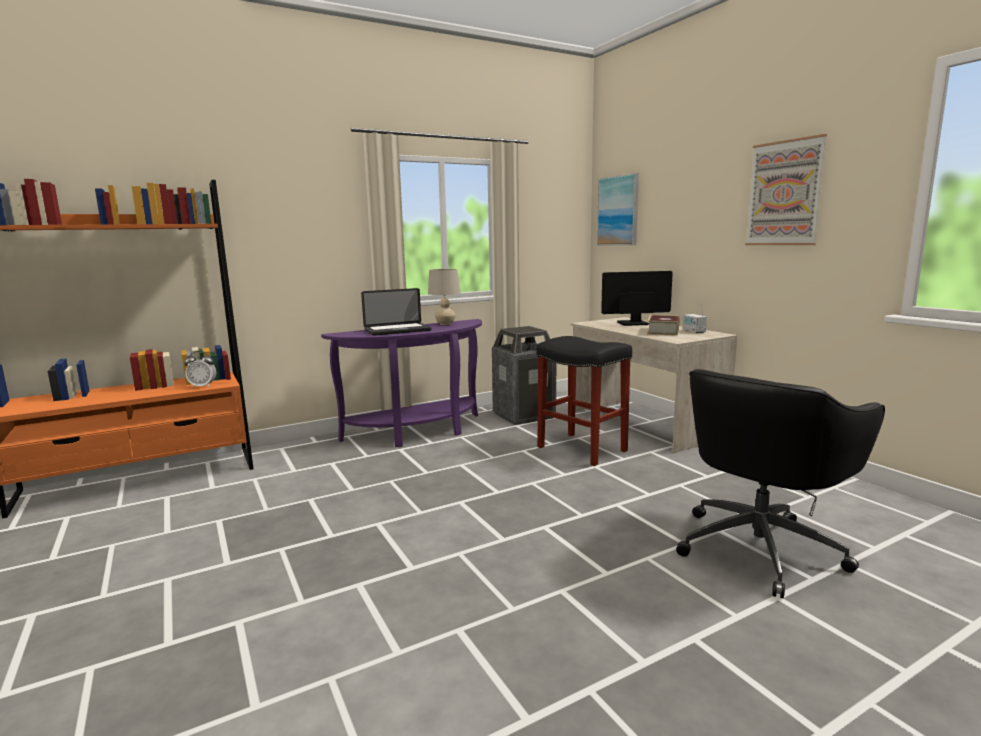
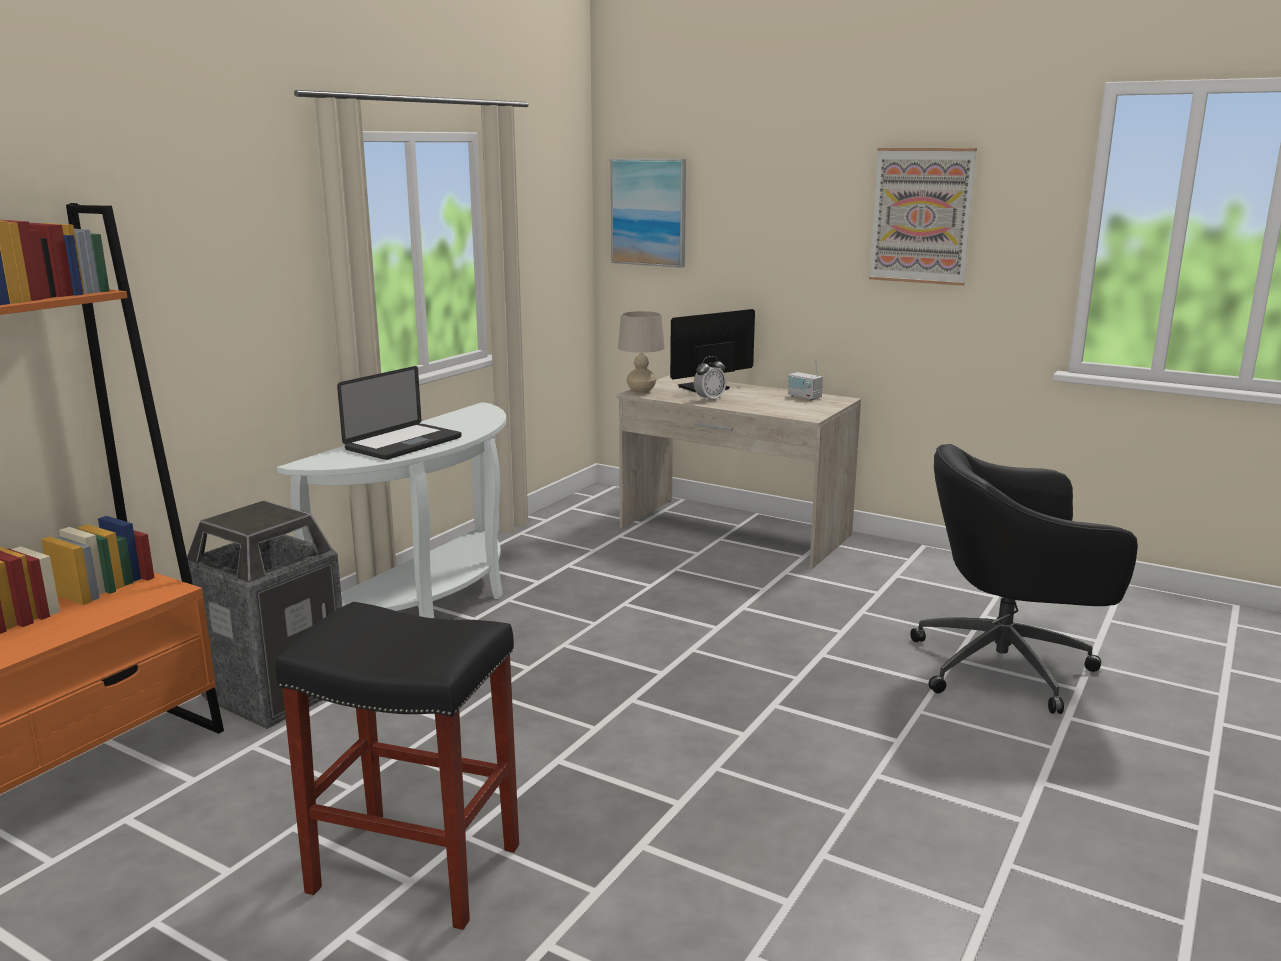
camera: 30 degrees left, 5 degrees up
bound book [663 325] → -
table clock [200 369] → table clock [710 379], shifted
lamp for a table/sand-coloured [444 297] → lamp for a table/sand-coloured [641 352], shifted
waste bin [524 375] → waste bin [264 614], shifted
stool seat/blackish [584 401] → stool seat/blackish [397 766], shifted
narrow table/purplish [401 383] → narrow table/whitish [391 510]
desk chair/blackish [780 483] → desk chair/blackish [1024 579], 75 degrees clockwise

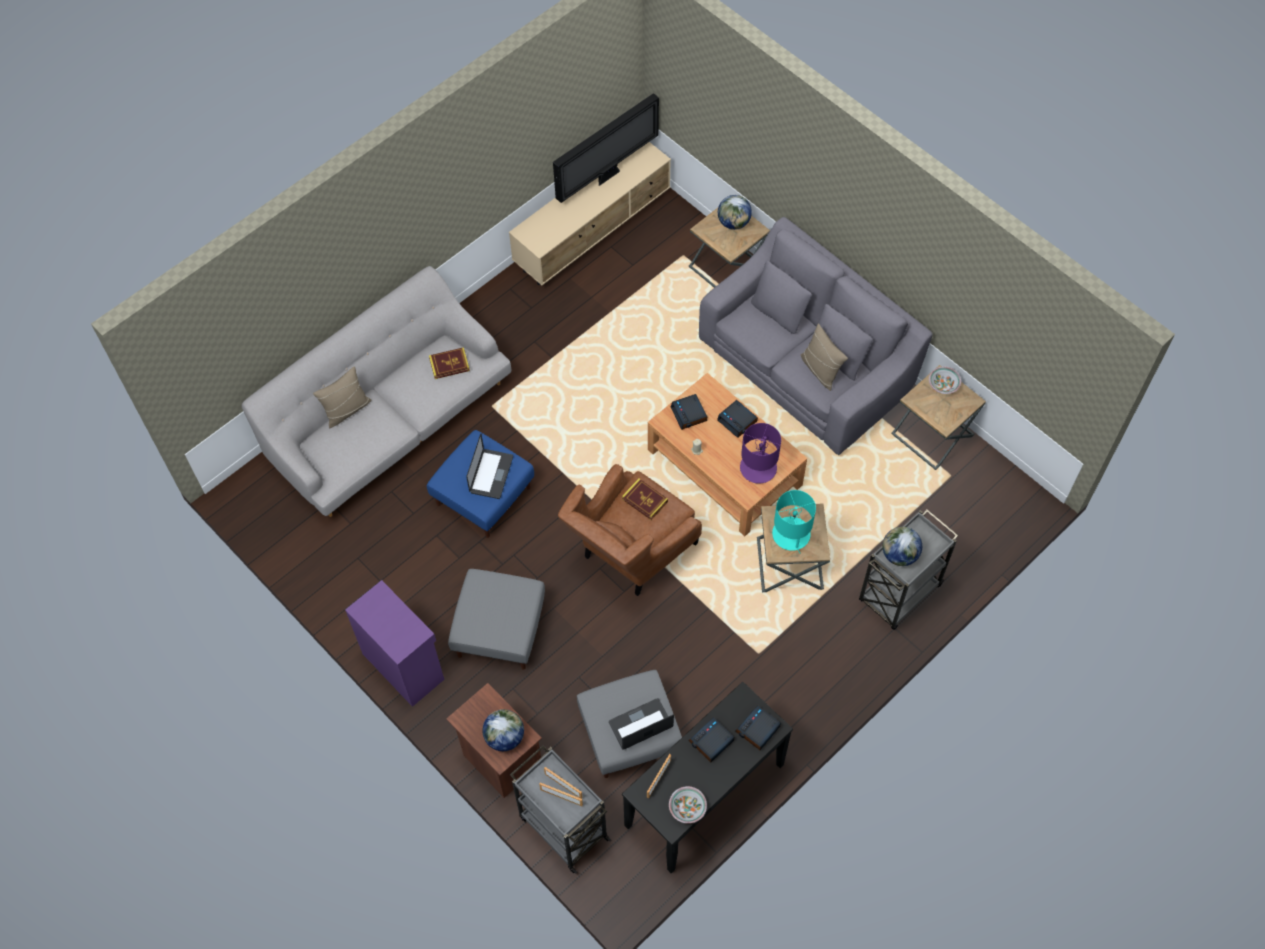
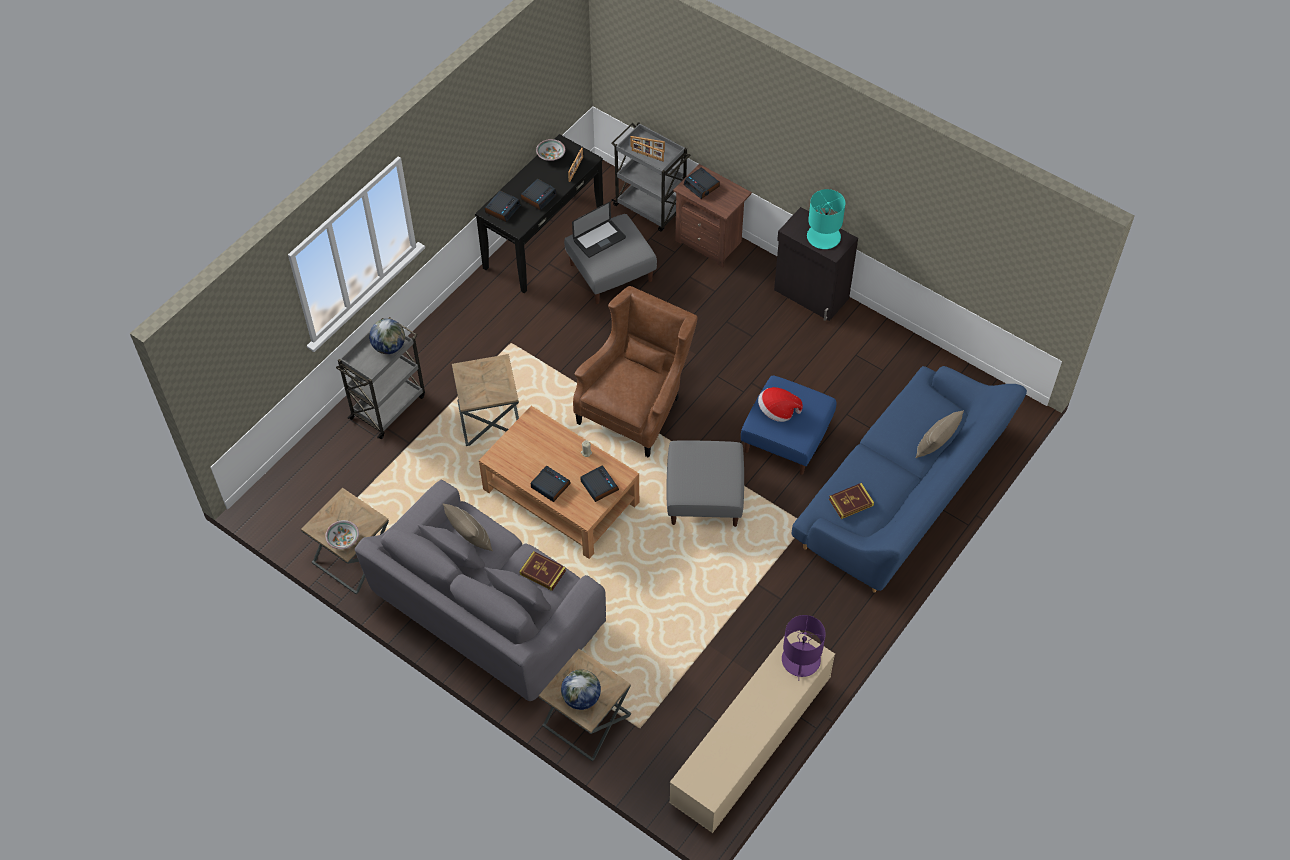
camera: 170 degrees right, 5 degrees down
television [606 148] → -
footrest/greyish [496 619] → footrest/greyish [705 483], shifted
bound book [645 499] → bound book [542 571], shifted
lamp for a table/purplish [760 453] → lamp for a table/purplish [804 648], shifted
lamp for a table/blue-green [794 522] → lamp for a table/blue-green [826 219], shifted
laptop [489 466] → hat [780 404]
globe [503 730] → table clock [702 183]
couch/greyish [377 391] → couch/bluish [909 479]
storage cabinet/purplish [395 643] → storage cabinet/blackish [816 264]

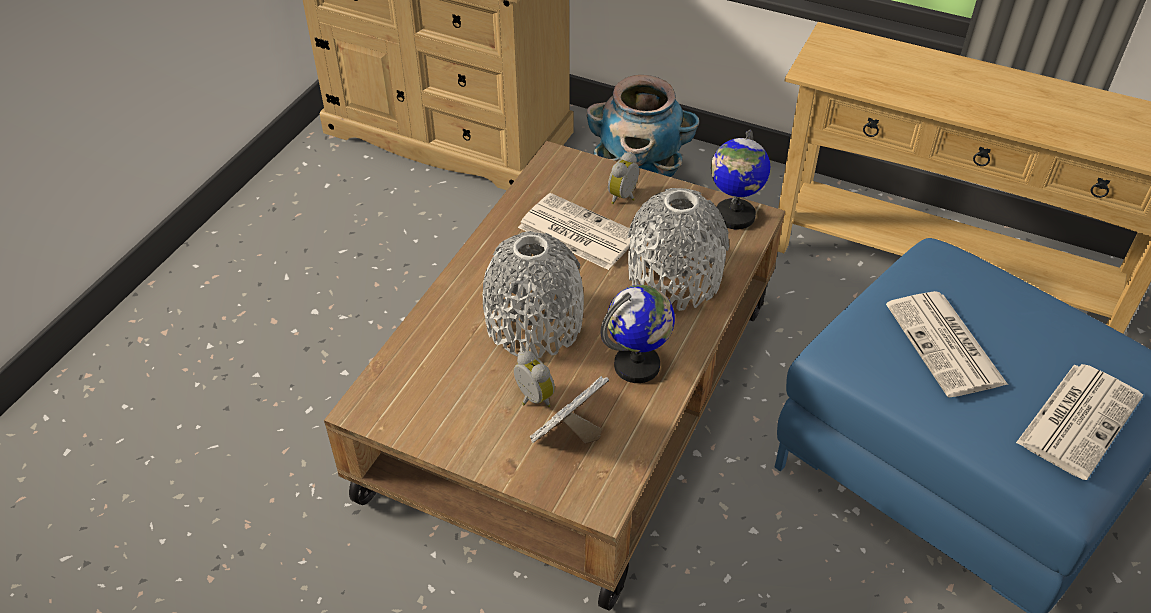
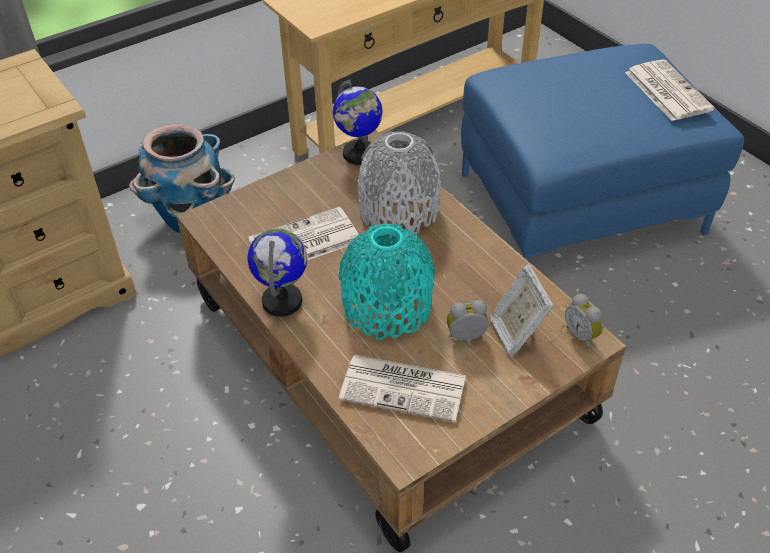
camera: 60 degrees left, 0 degrees up
globe [638 334] → globe [277 272], shifted
table clock [623 178] → table clock [584 321], shifted
daily paper [947 344] → daily paper [402 388], shifted
vase/greyish [533 294] → vase/blue-green [386 282]

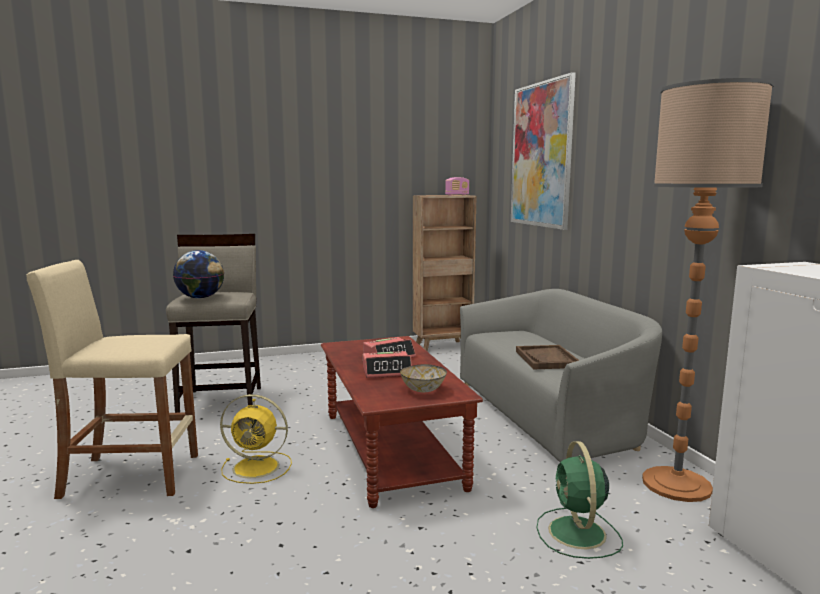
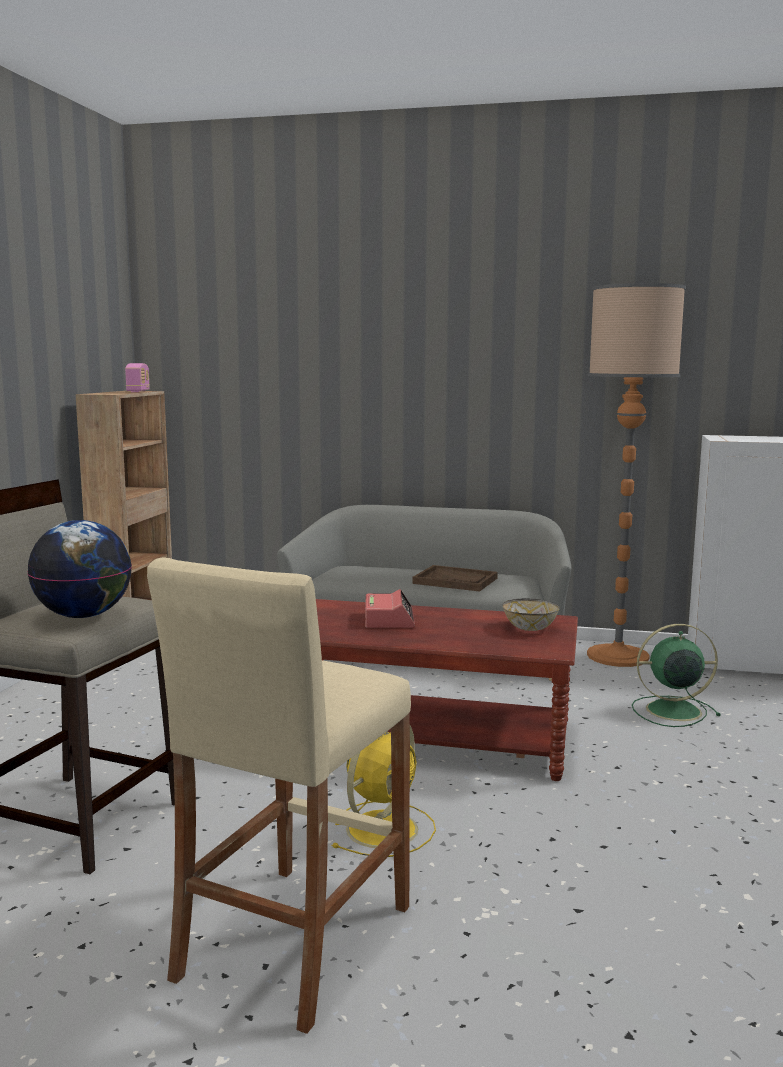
camera: 60 degrees left, 0 degrees up
table clock [387 364] → -
wall picture [543 151] → -
electric fan/green-coloured [579 500] → electric fan/green-coloured [676 675], 150 degrees clockwise

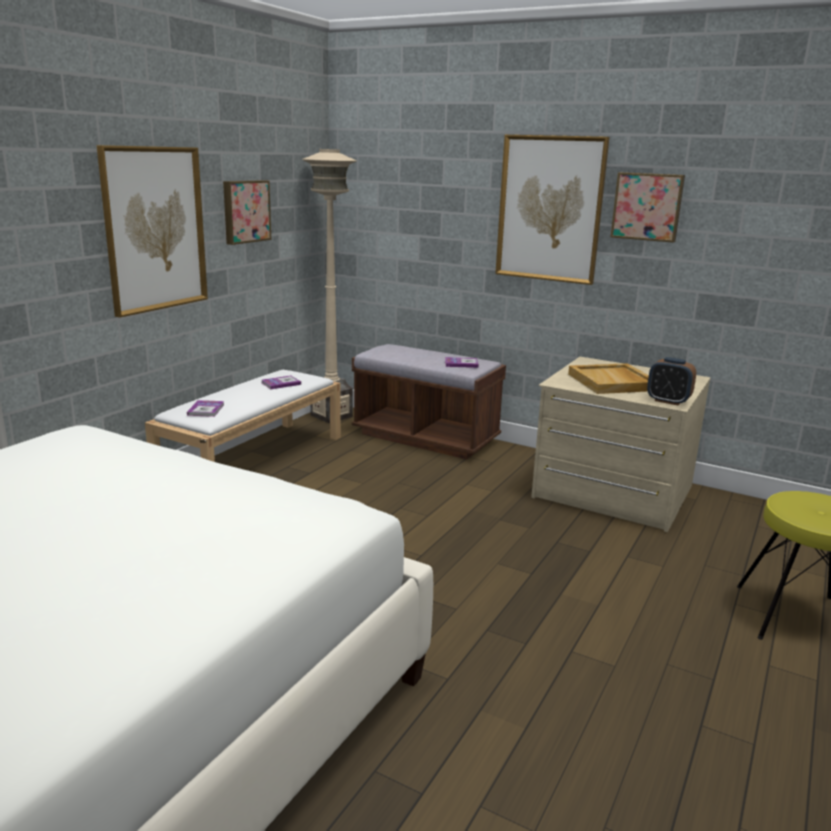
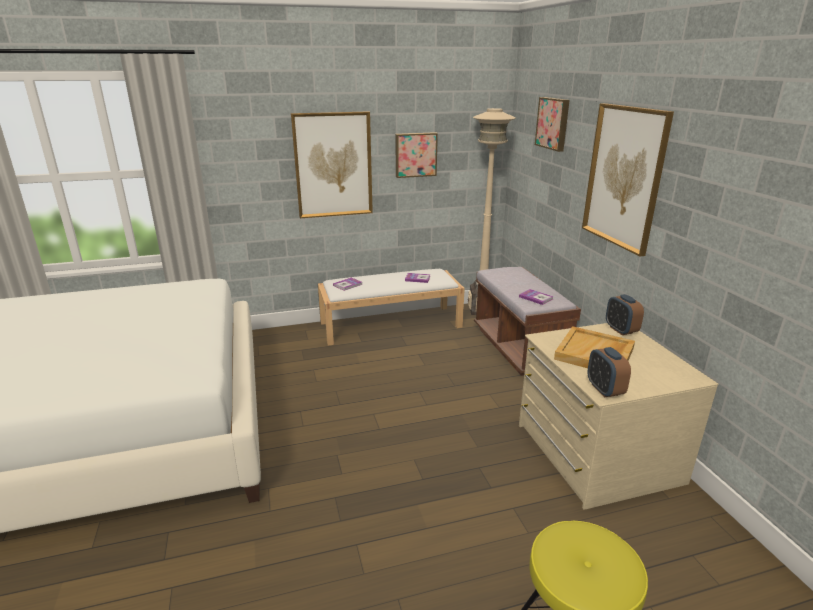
camera: 45 degrees right, 5 degrees up
- → table clock [625 314]
wall picture [647 207] → wall picture [552 124], shifted

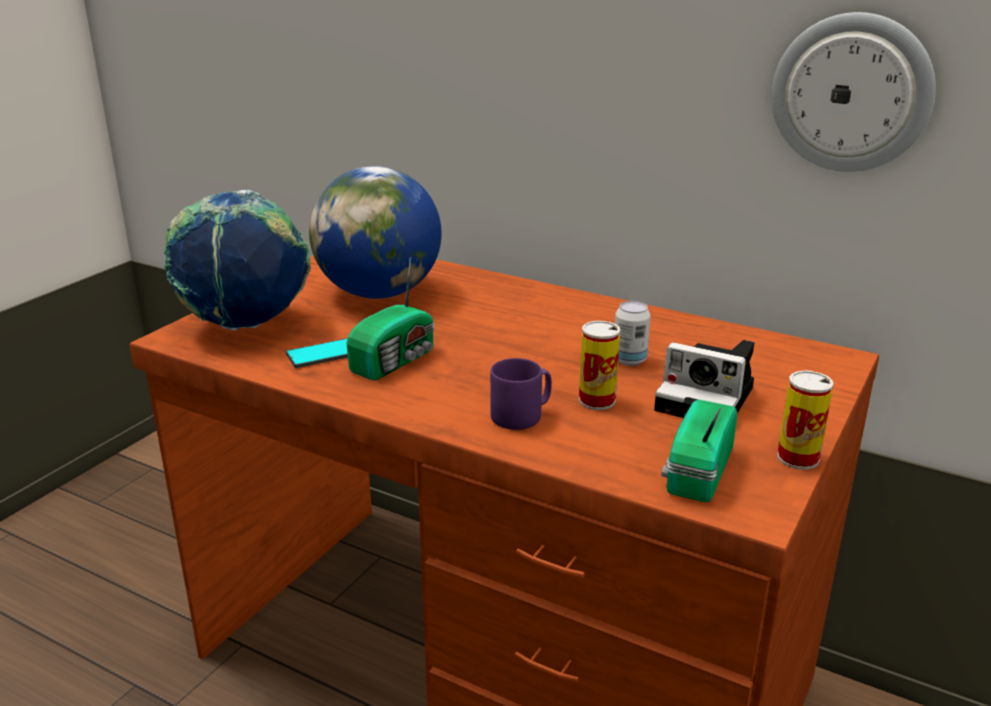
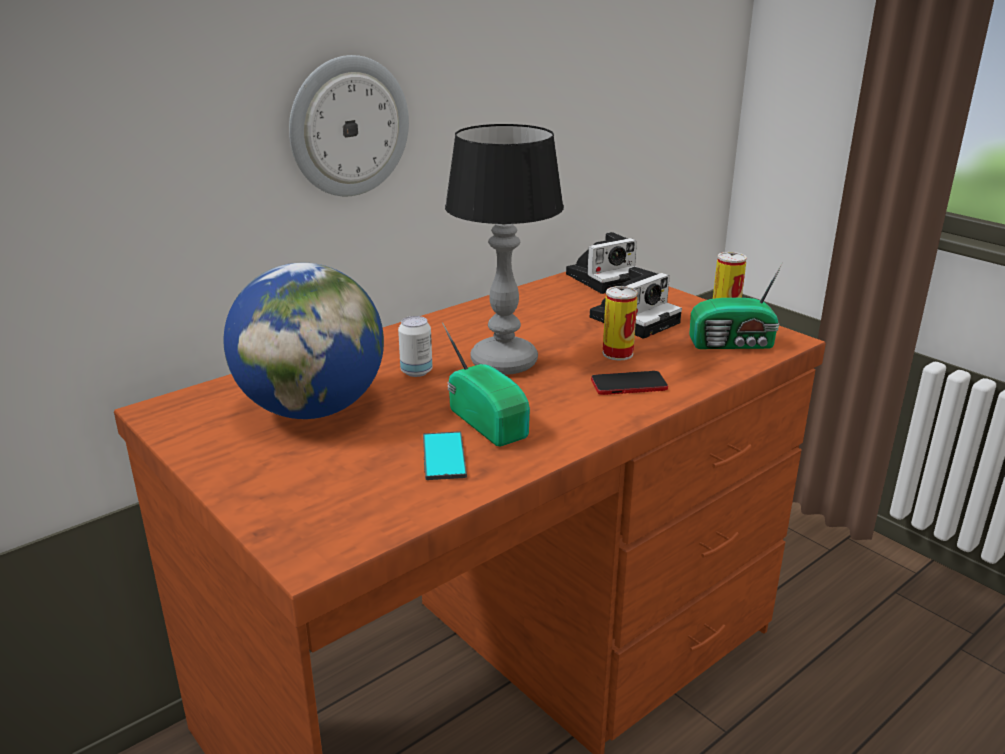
camera: 70 degrees left, 0 degrees up
globe [237 260] → -
- → lamp for a table [504 249]
- → still camera [602 263]
metal can [633 333] → metal can [415 346], shifted
hanging clock [853 92] → hanging clock [349 125], shifted
mug/purplish [521 394] → telephone [629 383]
radio set [699 451] → radio set [736 305], 45 degrees counterclockwise

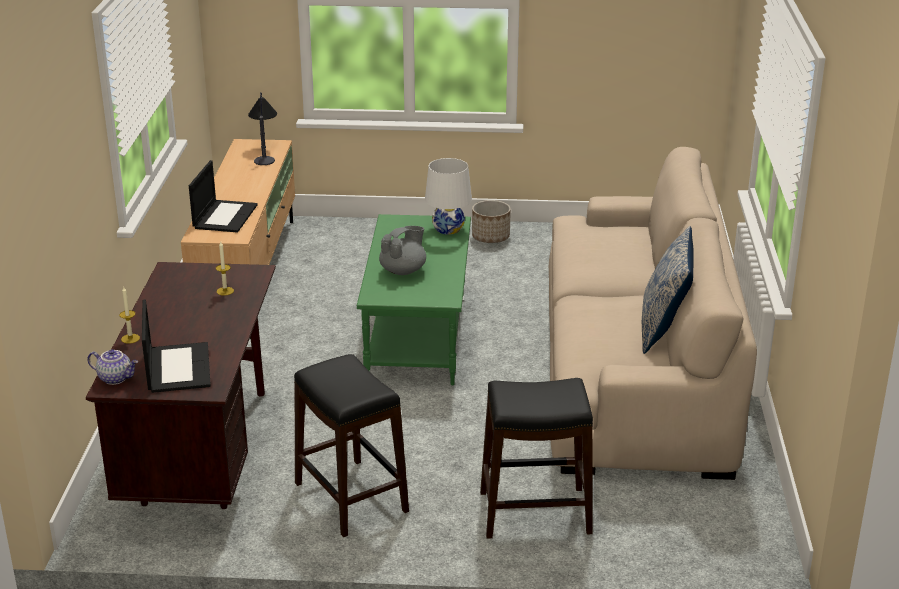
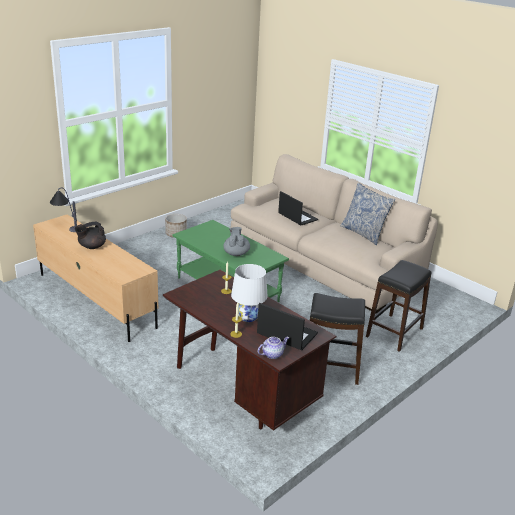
camera: 50 degrees left, 0 degrees up
- → teapot/blackish [90 235]
laptop [223 196] → laptop [298 208], shifted
lamp for a table/whitish [448 196] → lamp for a table/whitish [249 293], shifted

